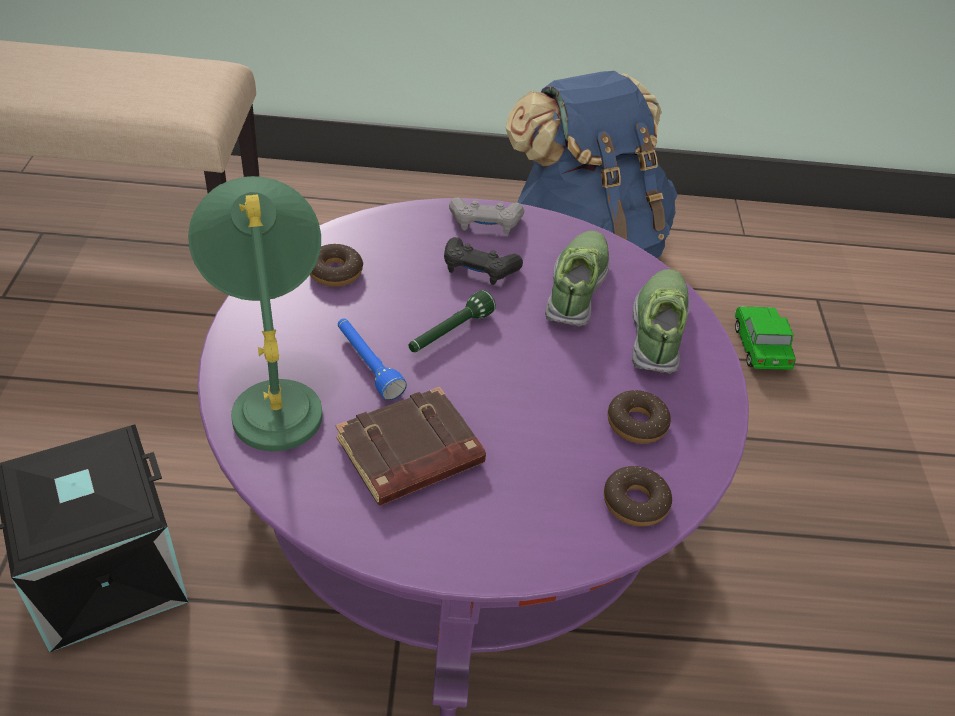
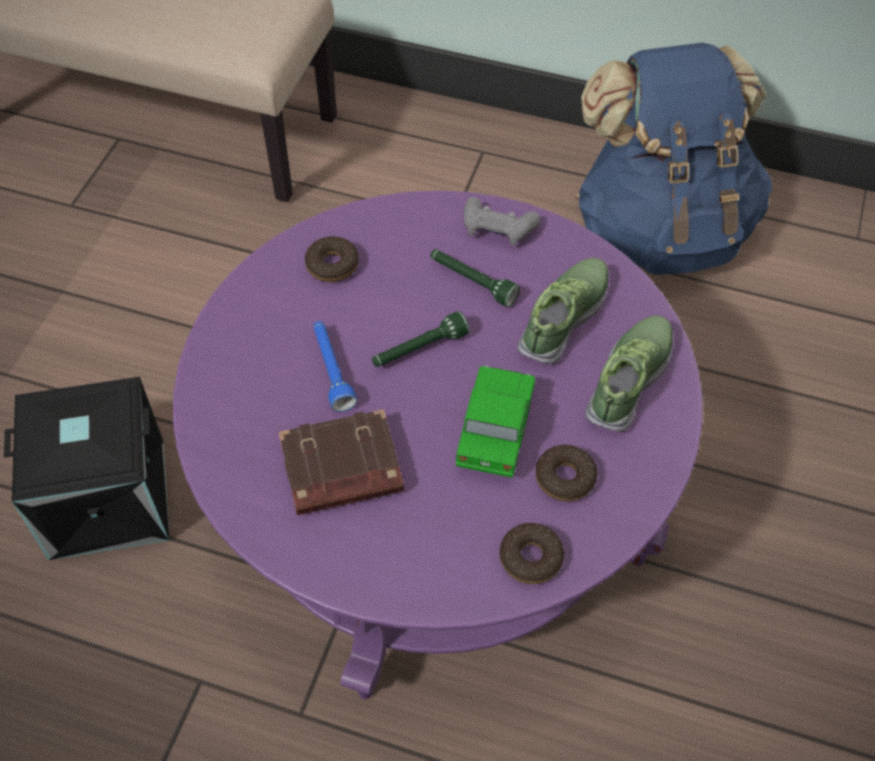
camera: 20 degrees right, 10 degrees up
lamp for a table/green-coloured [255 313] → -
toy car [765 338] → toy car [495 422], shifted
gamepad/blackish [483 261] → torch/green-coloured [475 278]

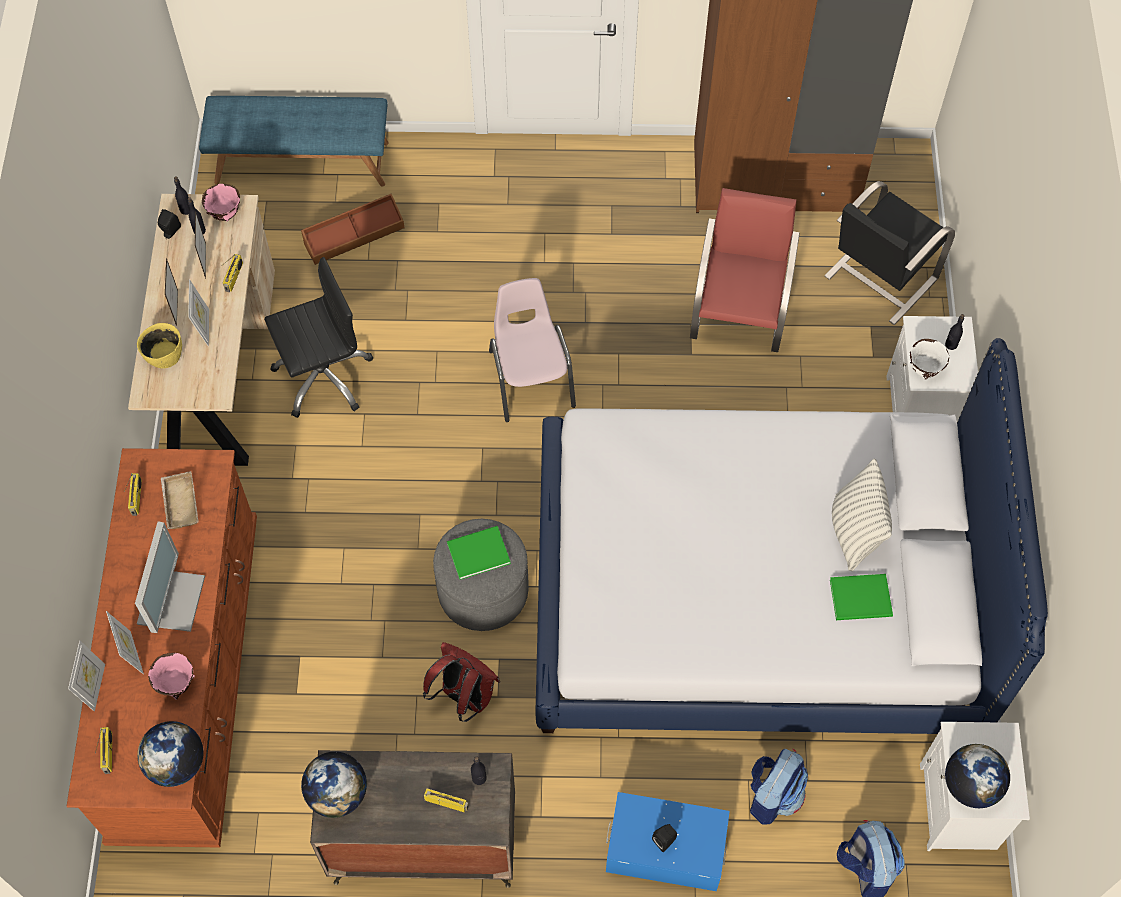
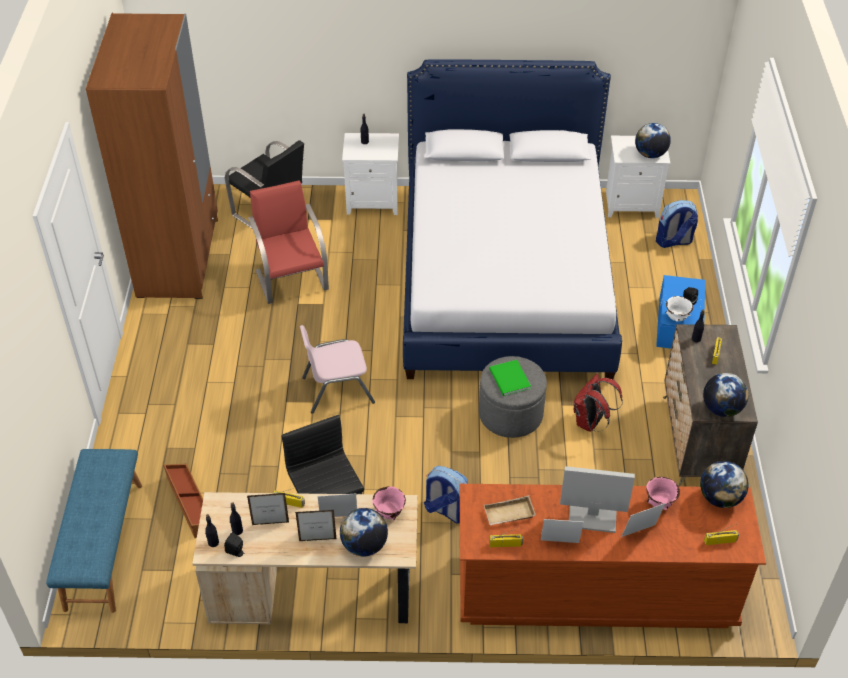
camera: 90 degrees left, 15 degrees down
bound book/green-coloured [861 597] → -
pillow [862 514] → -
picture frame [86 675] → picture frame [562 531], shifted
bowl/pinkish [221 202] → bowl/pinkish [389 503], shifted
rucksack [779 787] → rucksack [446 495], shifted
bowl/whitish [928 359] → bowl/whitish [679 309], shifted
bowl/yellow-coloured [159 346] → globe [364 532]
chair/red-coloured [745 270] → chair/red-coloured [288 242], 60 degrees clockwise

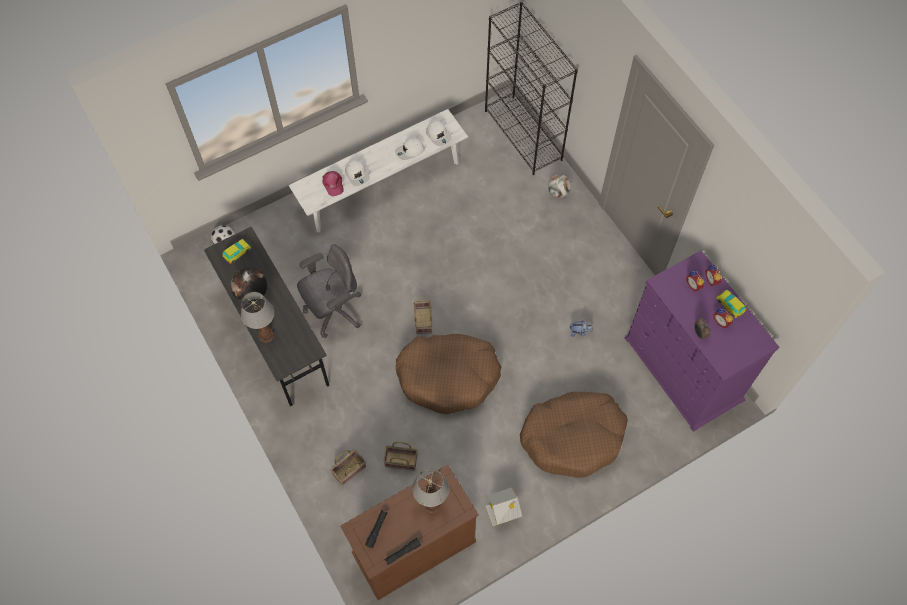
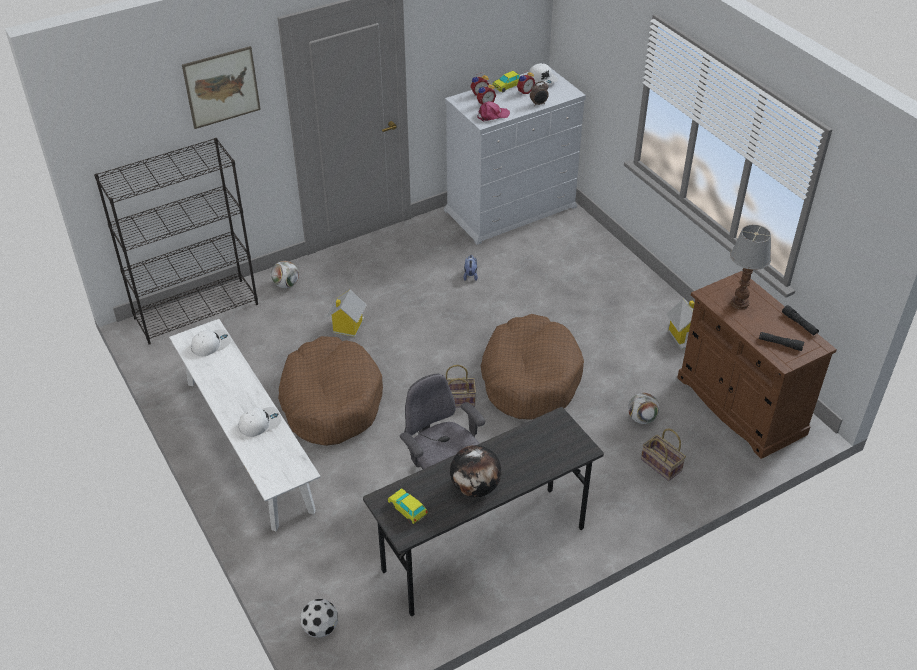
camera: 90 degrees left, 20 degrees down
lamp for a table [257 317] → -
- → wall picture [221 87]
- → miniature house [346 313]
cap/pinkish [332 183] → cap/pinkish [494 111], shifted
cap/whitish [410 149] → cap/whitish [543 74], shifted
pet bed/brownish [574 434] → pet bed/brownish [330 391], shifted
household basket [400 456] → football [644 408]
dresser/purplish [701 341] → dresser/whitish [515 156]

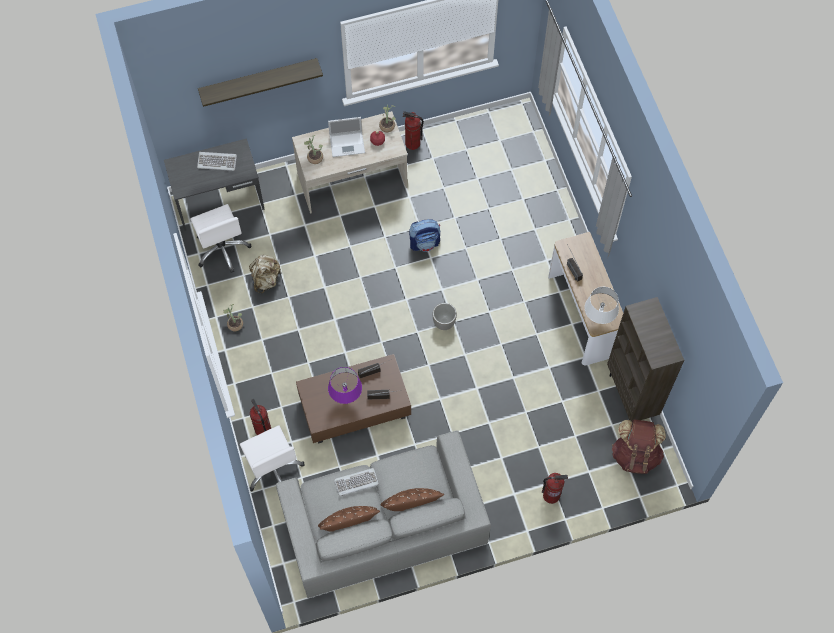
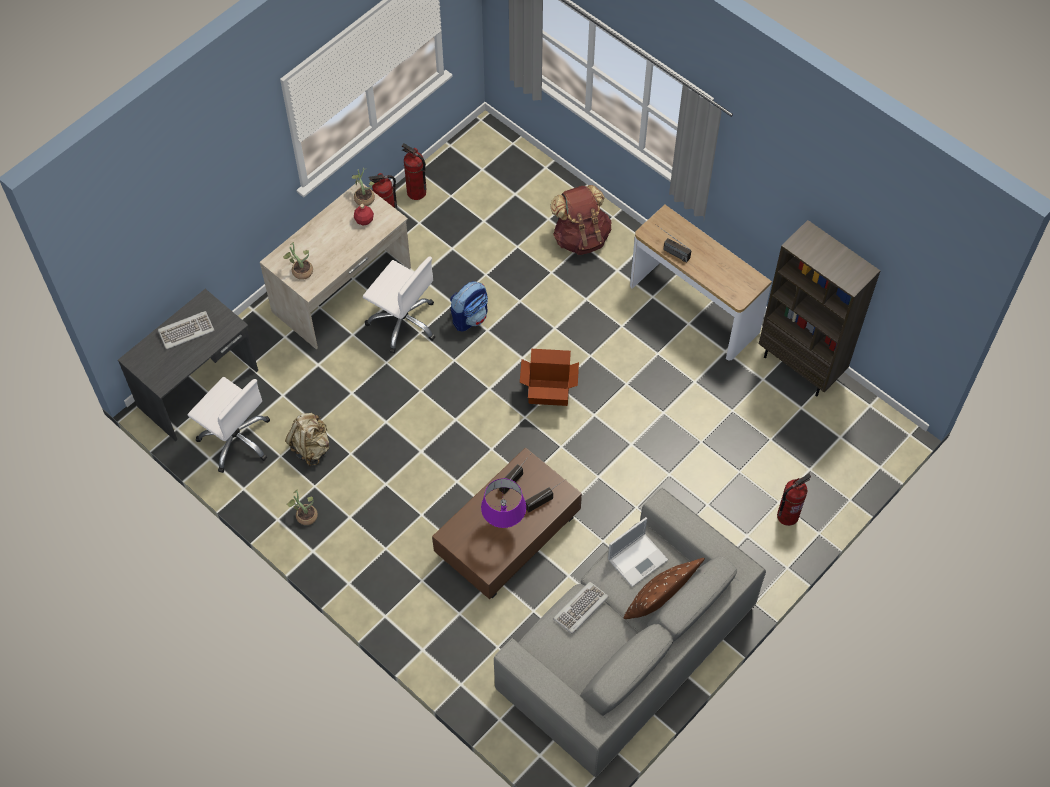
camera: 30 degrees left, 5 degrees down
bracket shelf [260 82] → -
pillow/brownish [349 519] → -
lamp for a table/whitish [602 305] → -
desk chair/whitish [272 458] → desk chair/whitish [399 305], shifted
fire-fighting cylinder [260 417] → fire-fighting cylinder [414 171], shifted
laptop [346 137] → laptop [638 552], shifted
rucksack/brownish [639 447] → rucksack/brownish [581 220], shifted
planter [444 316] → packing box [549 377]

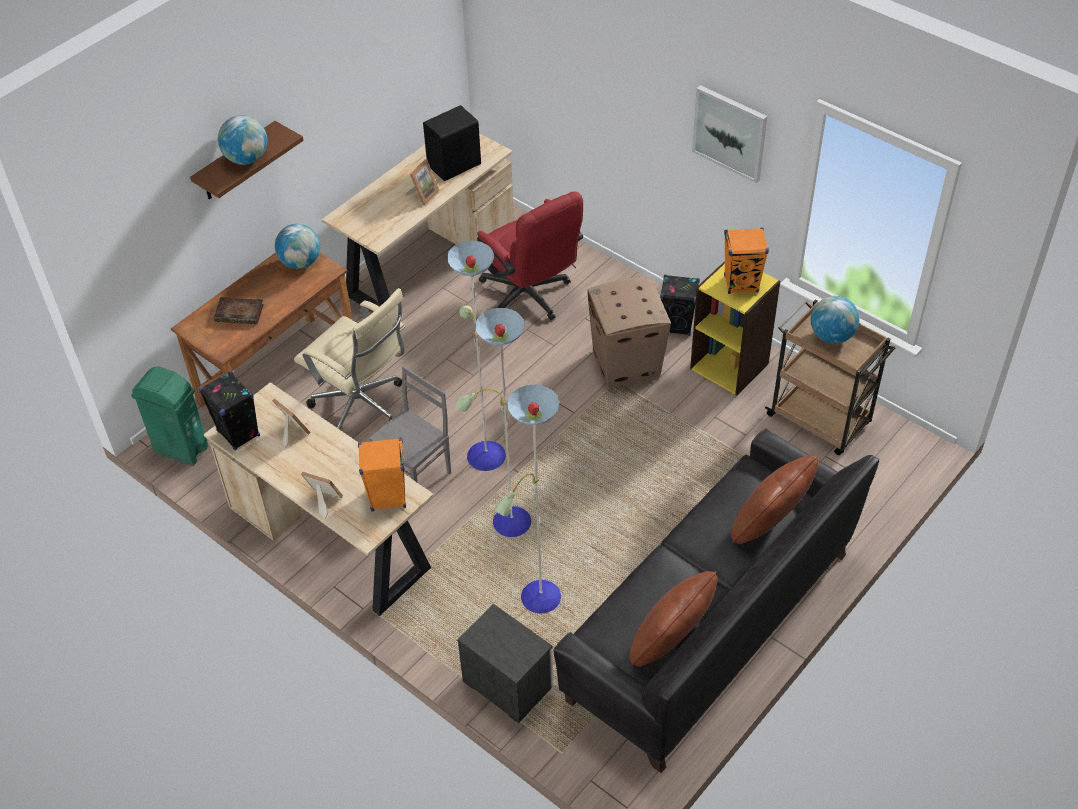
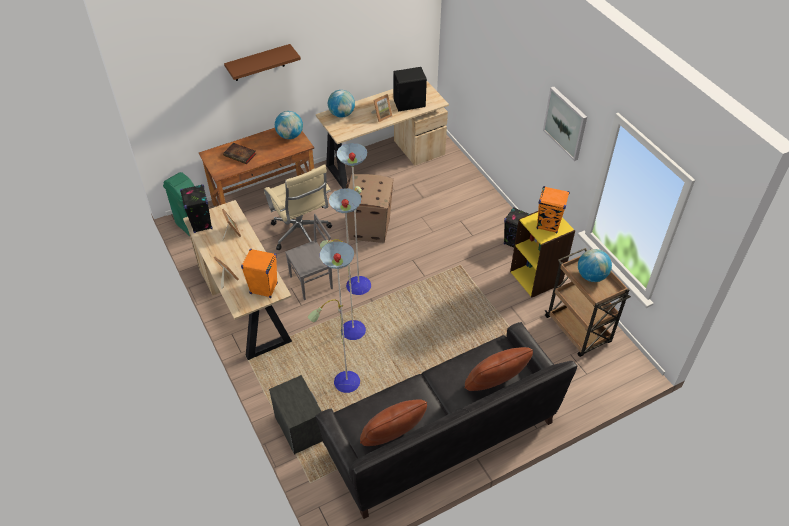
camera: 20 degrees right, 0 degrees up
desk chair/red-coloured [530 255] → -
globe [242 140] → globe [341 104], shifted
packing box [629 332] → packing box [369 208], shifted

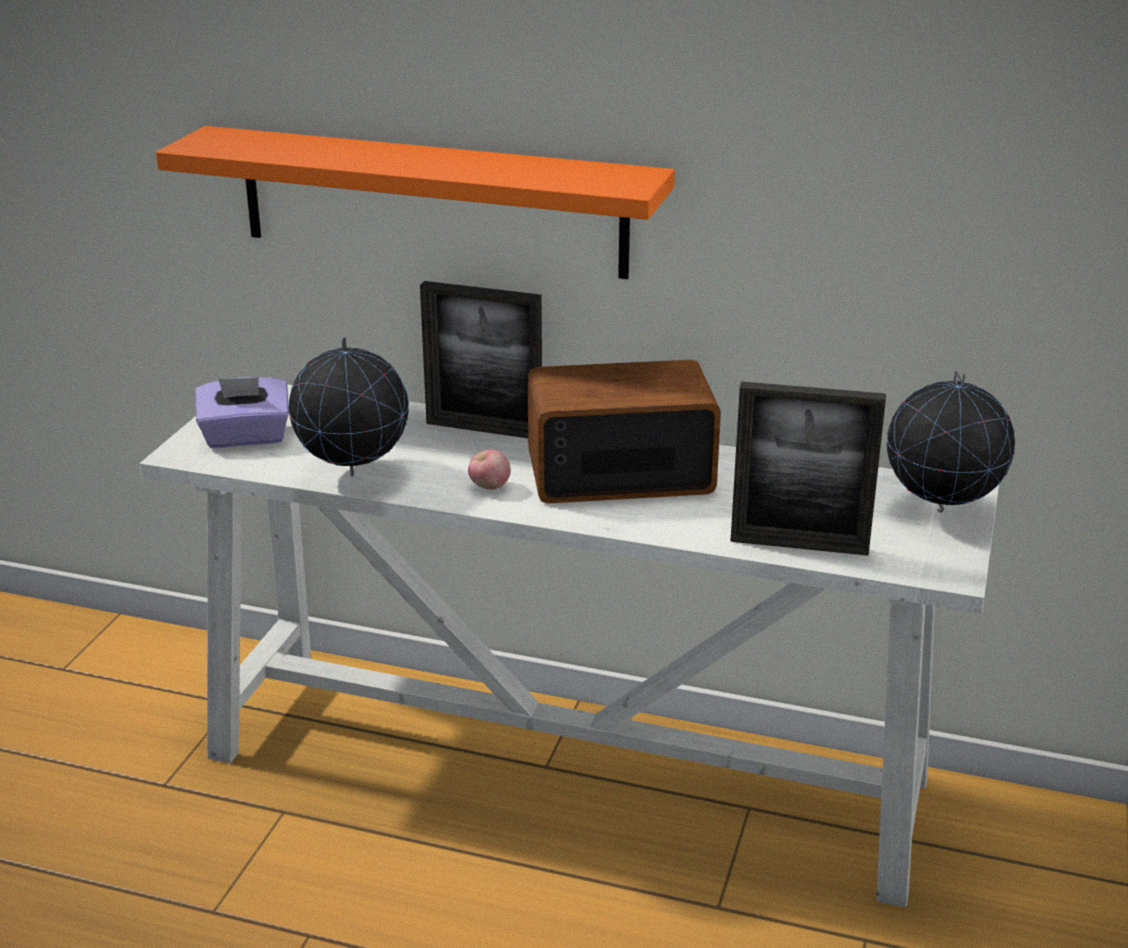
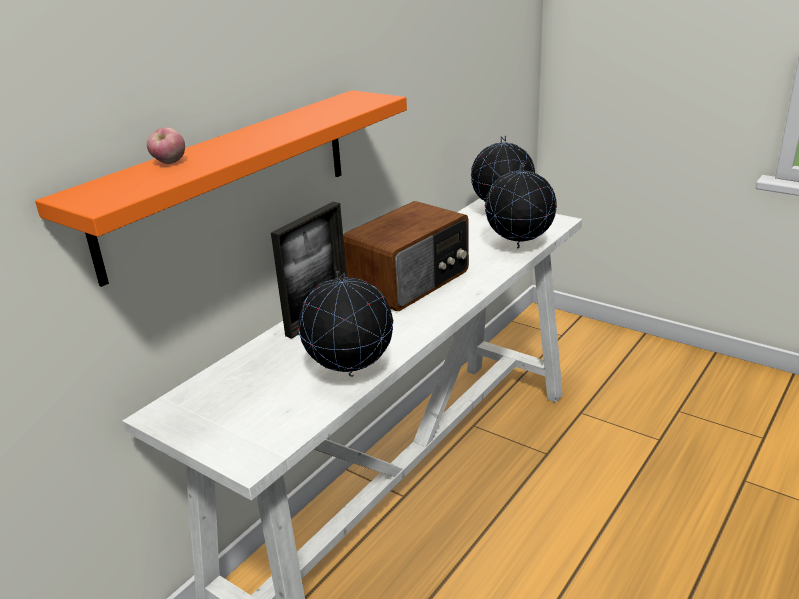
camera: 70 degrees left, 0 degrees up
tissue holder/purplish [242 412] → -
whole apple [489 469] → whole apple [166 145], shifted
picture frame [808 468] → globe [521 206]
radio set [624 431] → radio set [406 256], 150 degrees counterclockwise

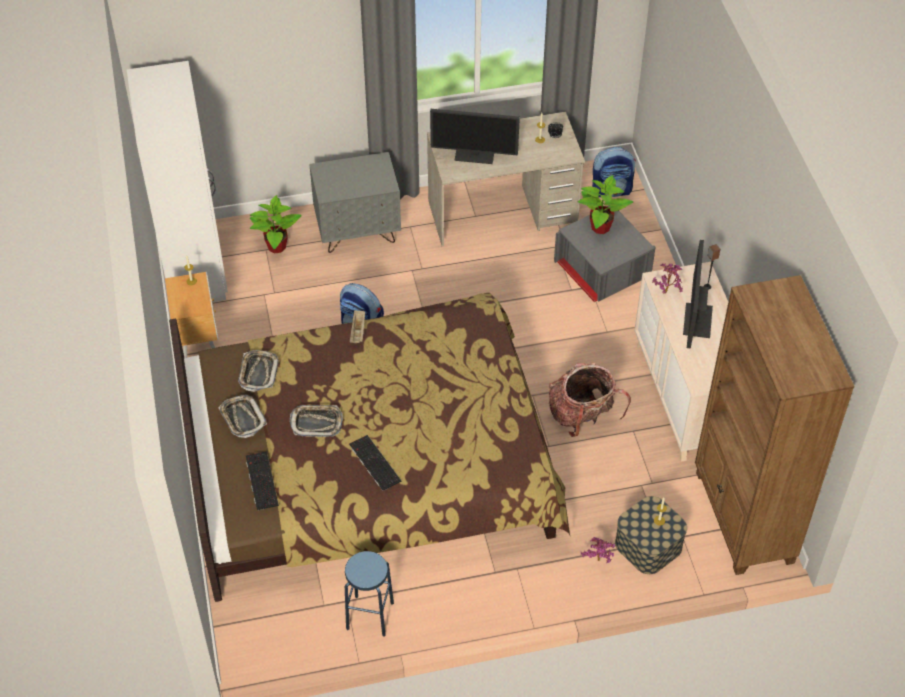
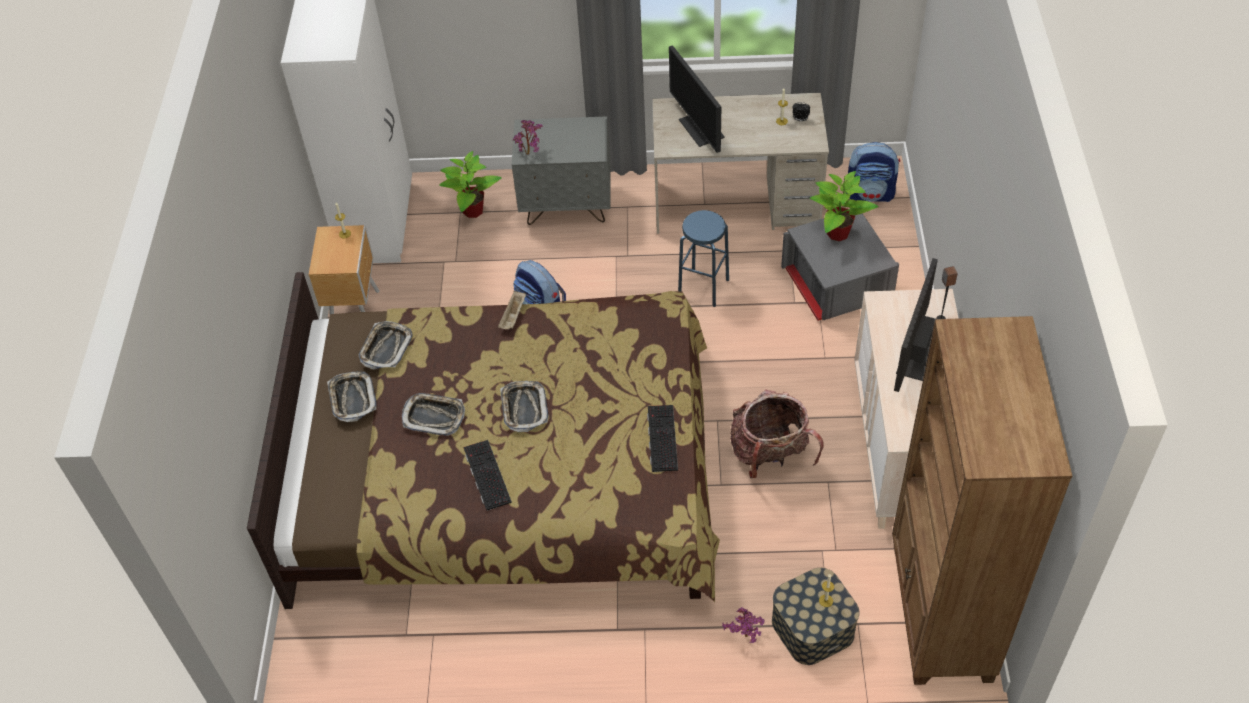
camera: 15 degrees right, 0 degrees up
- → serving tray [524 406]
PC keyboard [262 480] → PC keyboard [662 438], shifted
stool seat/bluish [369 594] → stool seat/bluish [703 258], shifted
potted plant [667 278] → potted plant [528 137], shifted
computer screen [475 136] → computer screen [697 99], 45 degrees clockwise

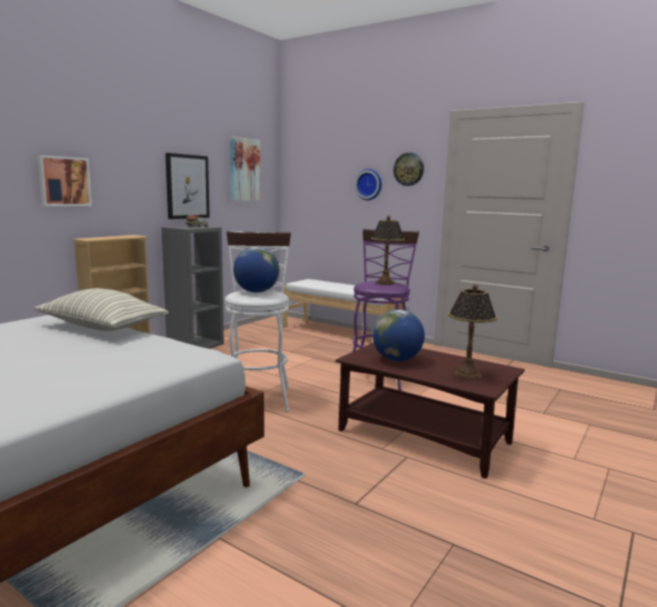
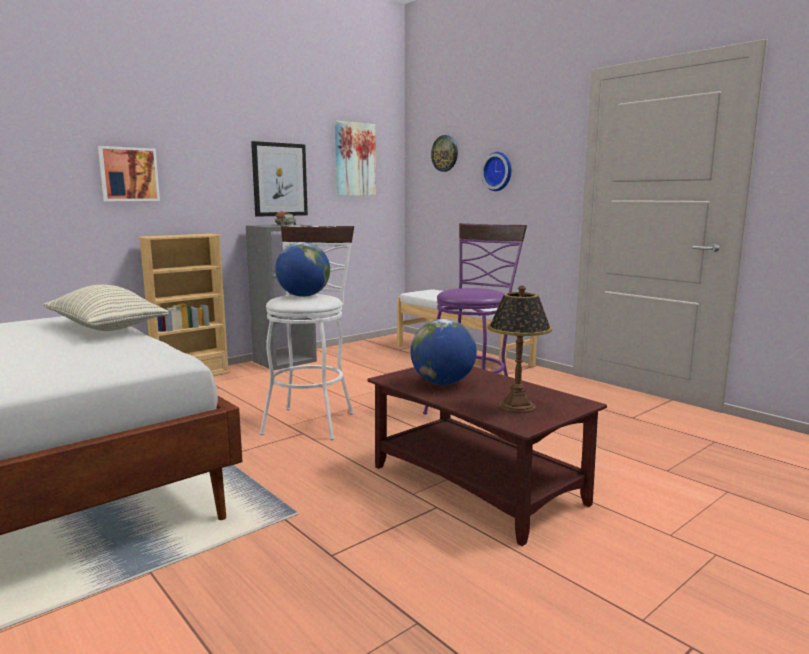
camera: 15 degrees right, 0 degrees up
lamp for a table [388 250] → -
hanging clock [408 169] → hanging clock [444 153], shifted

